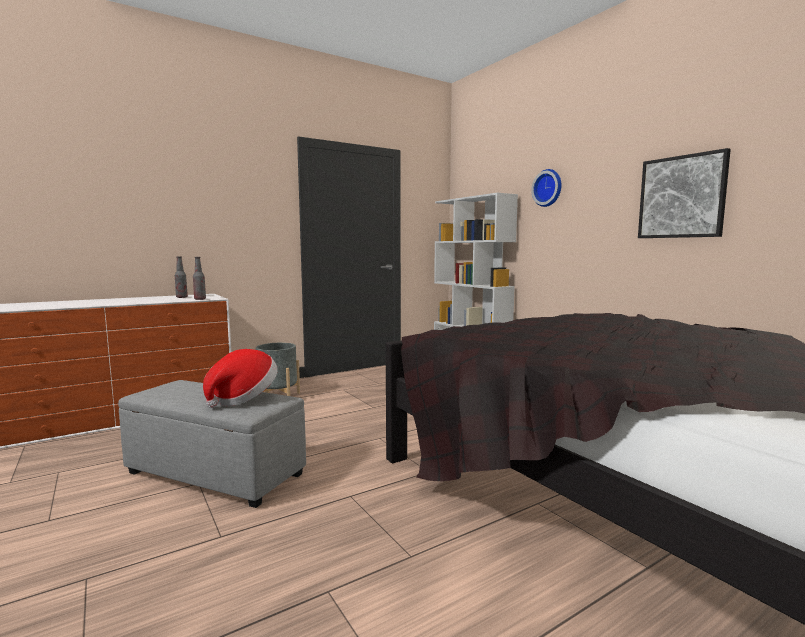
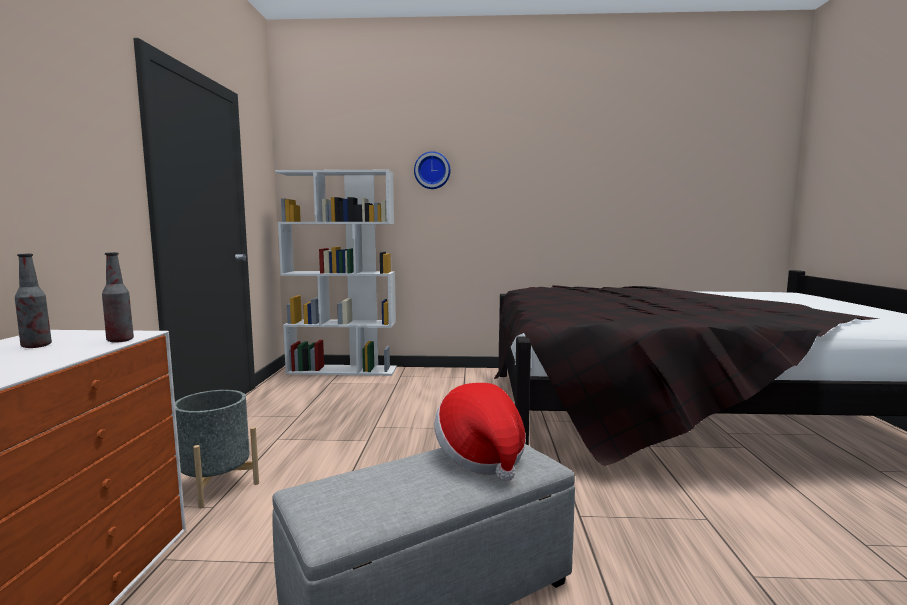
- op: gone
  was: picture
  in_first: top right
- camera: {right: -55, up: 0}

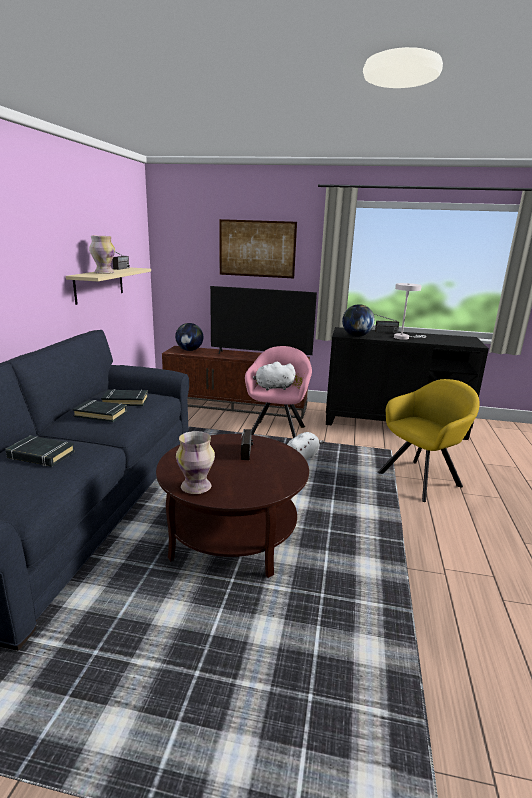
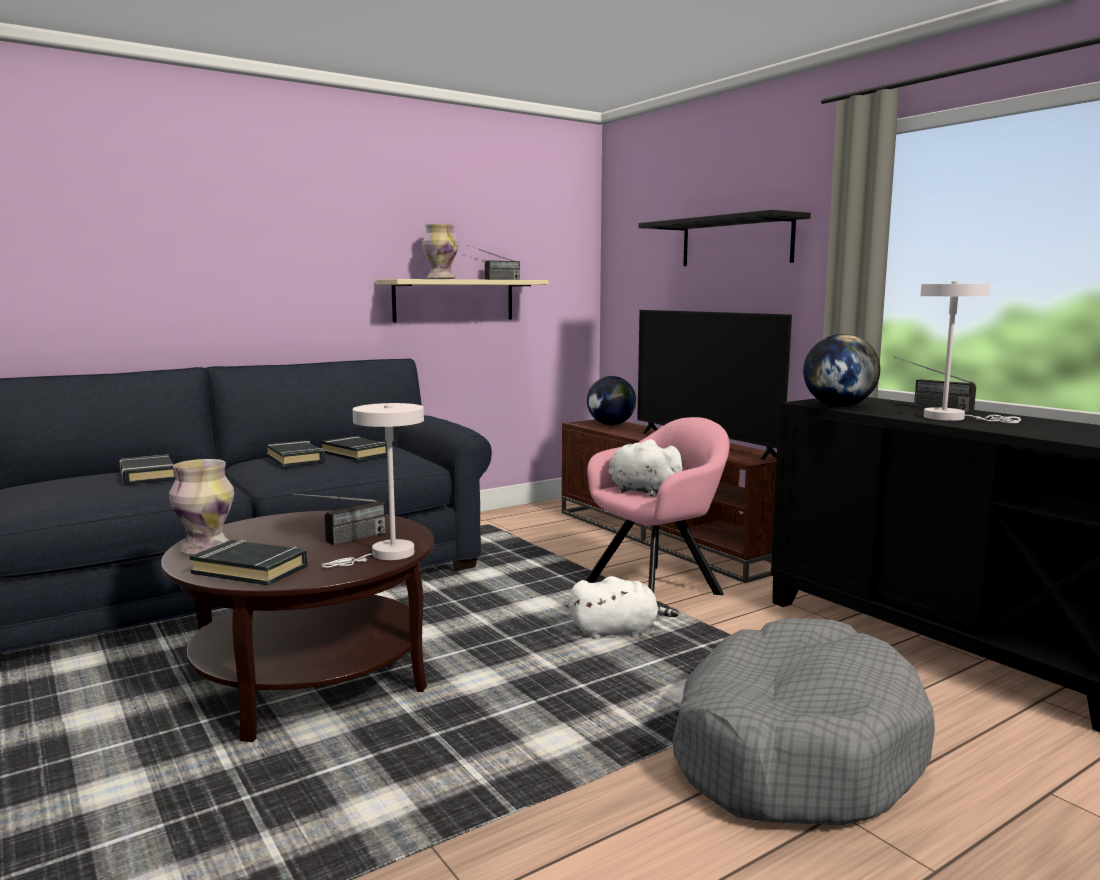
- op: new
  now: volume (black) (no. 2 from left)
  in_second: middle left
- op: new
  now: lamp for a table (whitish) (no. 1 from left)
  in_second: centre
- op: swapped
  was: picture
  now: shelf (black)
  in_first: top centre
  in_second: top centre
- op: swapped
  was: armchair (yellow)
  now: dog bed (gray)
  in_first: middle right
  in_second: bottom right
- camera: {right: 45, up: -10}

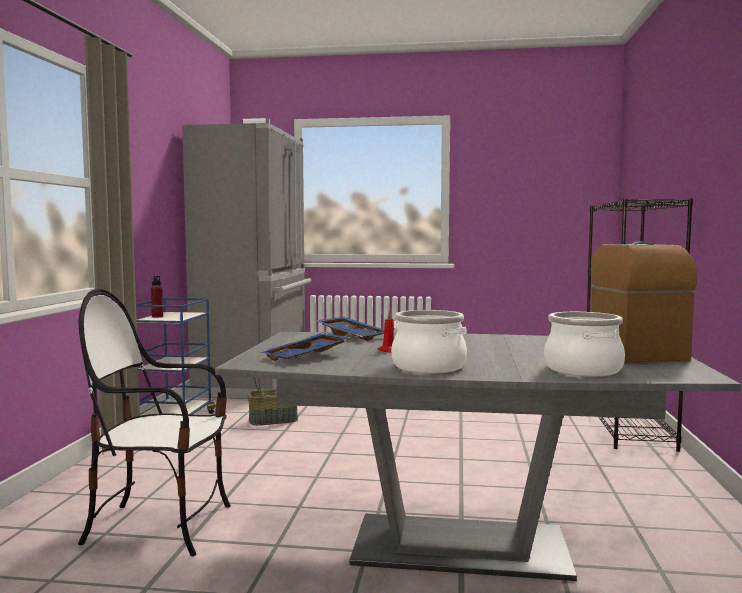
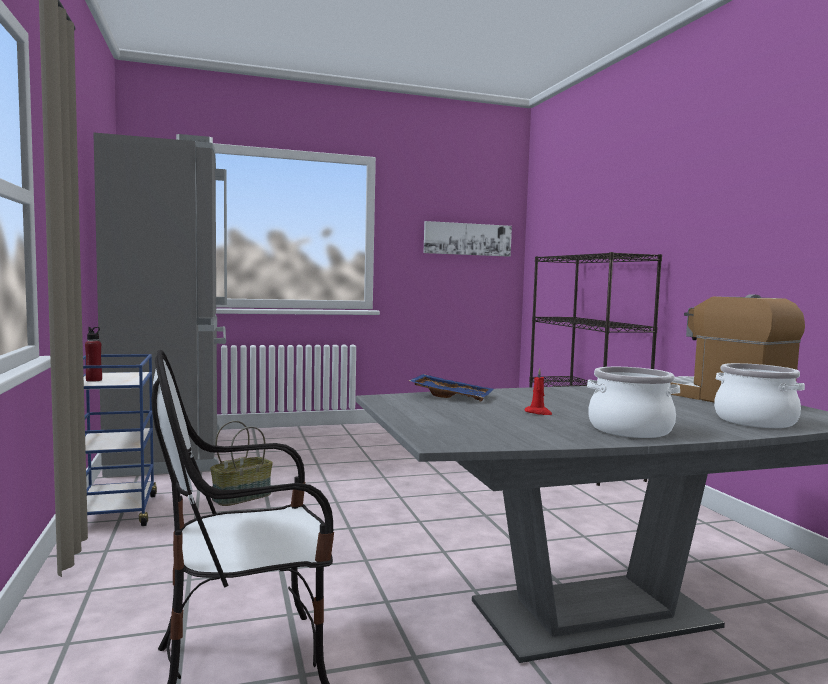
- op: gone
  was: carrying tray (blue-coloured) (no. 1 from left)
  in_first: centre
- op: new
  now: picture
  in_second: centre
- camera: {right: -25, up: 0}

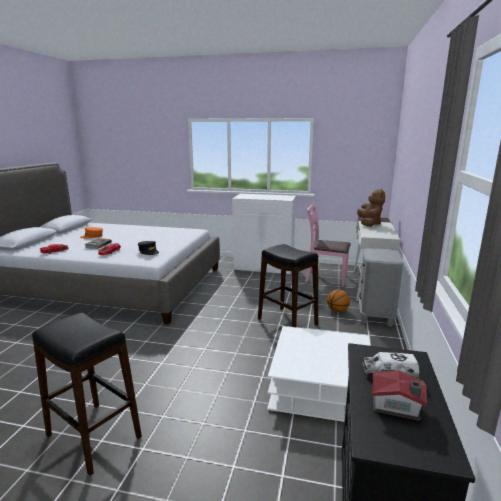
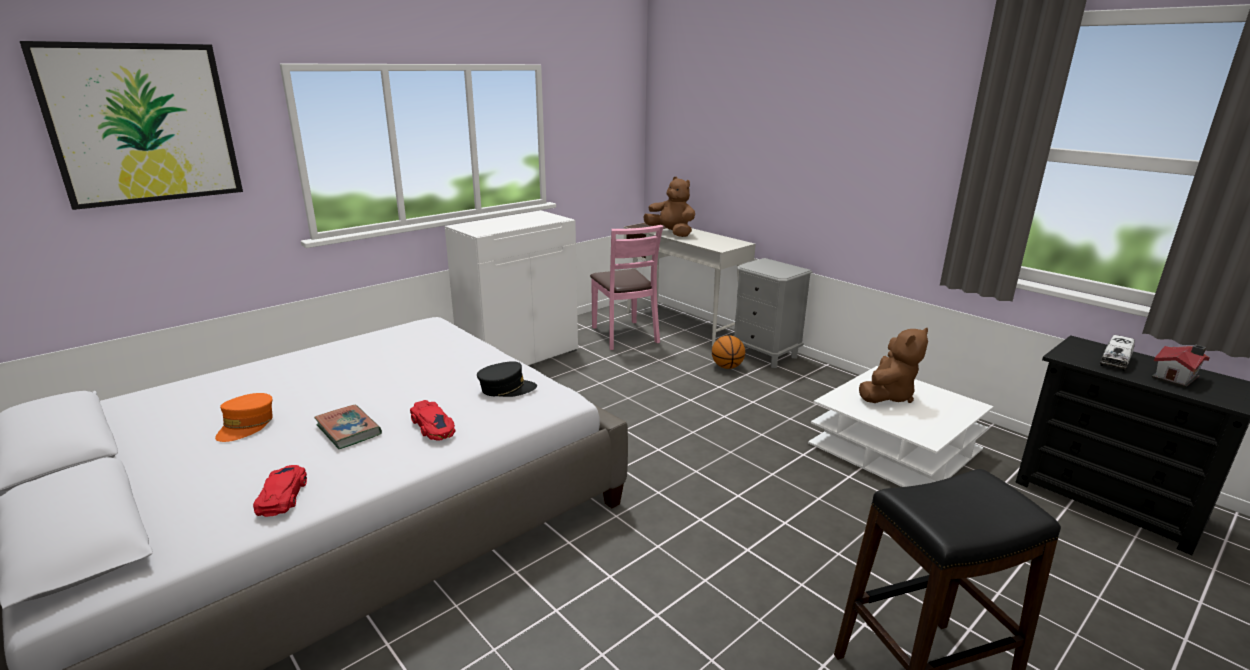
- op: gone
  was: stool seat (black) (no. 2 from left)
  in_first: centre
- op: new
  now: picture
  in_second: top left
- op: new
  now: soft toy (brown) (no. 2 from left)
  in_second: middle right
- op: rotated
  was: upright chair (pink-coloured)
  in_first: centre
  in_second: centre
  clockwise: -75
- camera: {right: -55, up: 5}

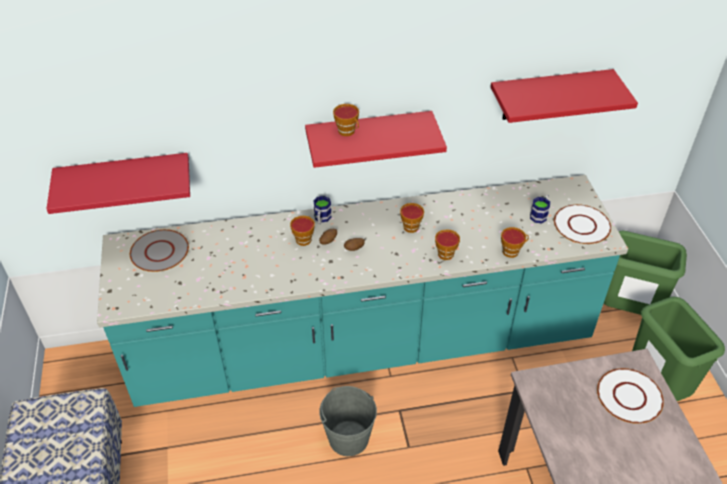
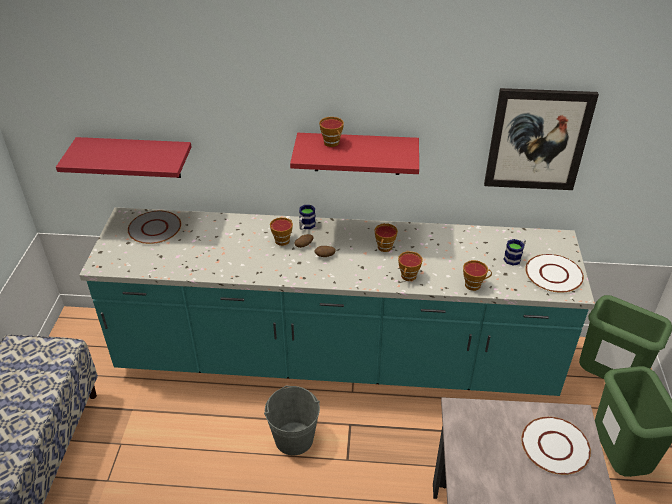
- op: swapped
  was: shelf (red) (no. 3 from left)
  now: picture
  in_first: top right
  in_second: top right
- camera: {right: 15, up: -5}

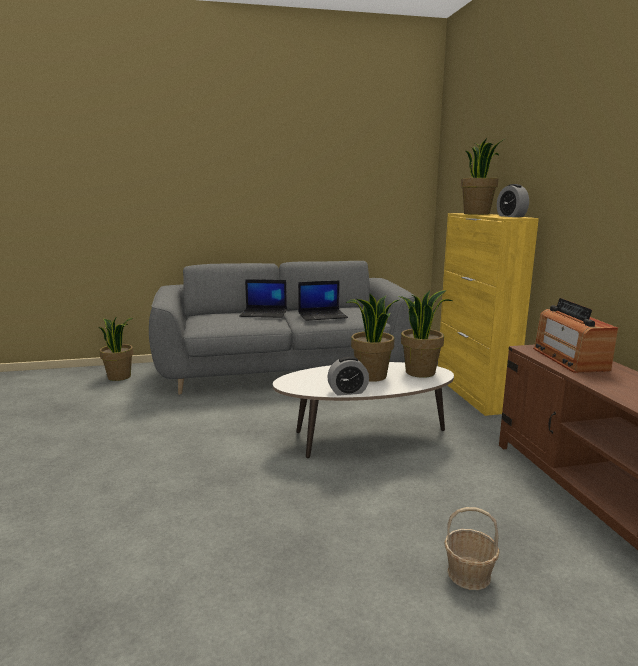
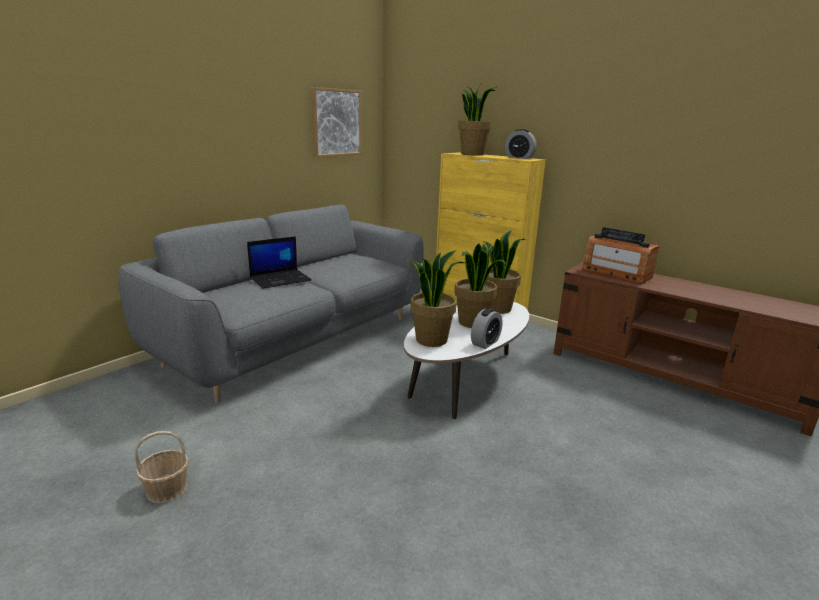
- op: gone
  was: notebook computer (no. 2 from left)
  in_first: centre
- op: new
  now: picture
  in_second: top centre
- op: shifted
  was: potted plant (no. 1 from left)
  in_first: middle left
  in_second: centre
- op: shifted
  was: storage basket
  in_first: bottom right
  in_second: bottom left
- camera: {right: -40, up: 5}

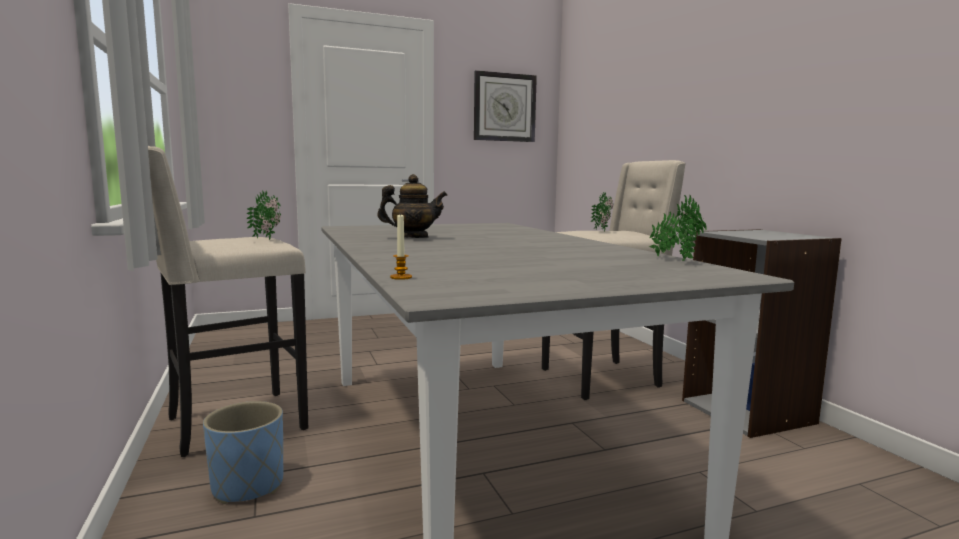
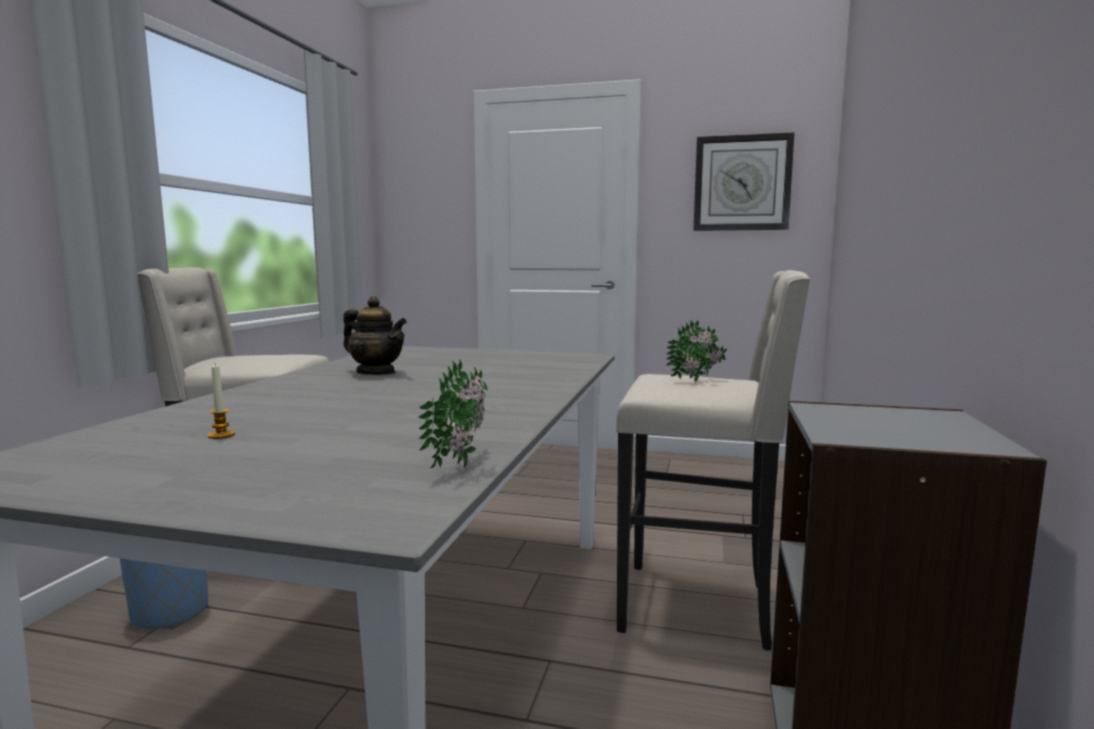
- op: gone
  was: potted plant (no. 1 from left)
  in_first: middle left
- op: shifted
  was: candle
  in_first: centre
  in_second: middle left
- camera: {right: 35, up: 0}

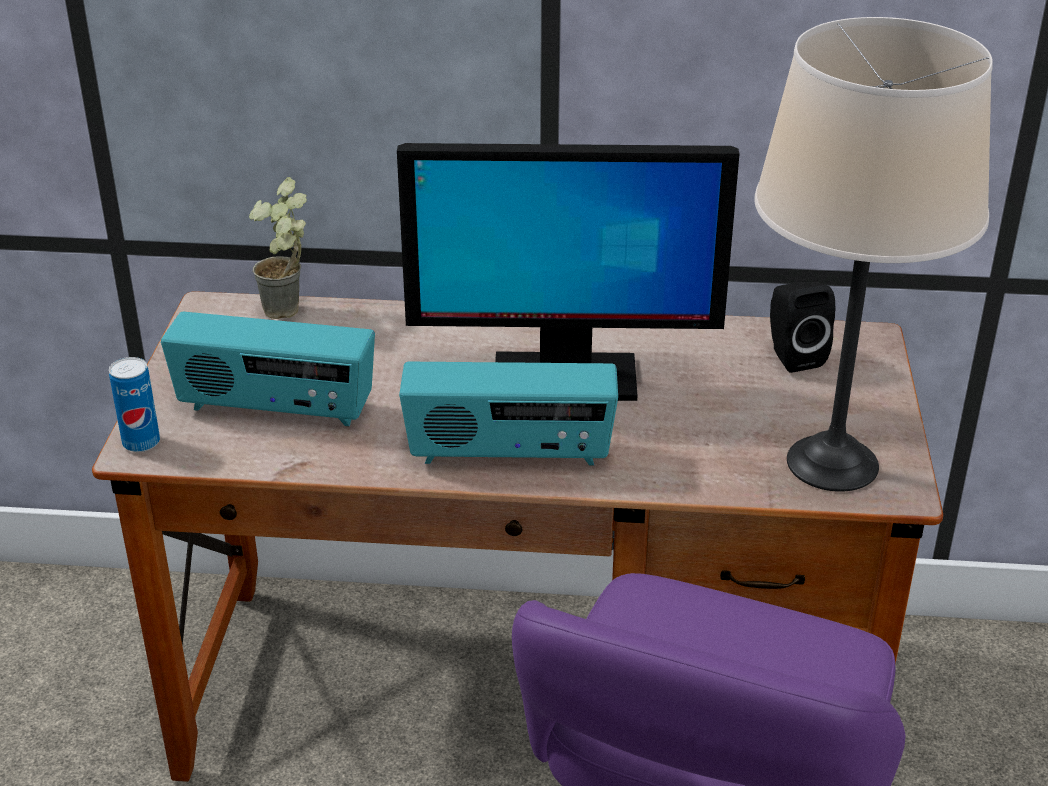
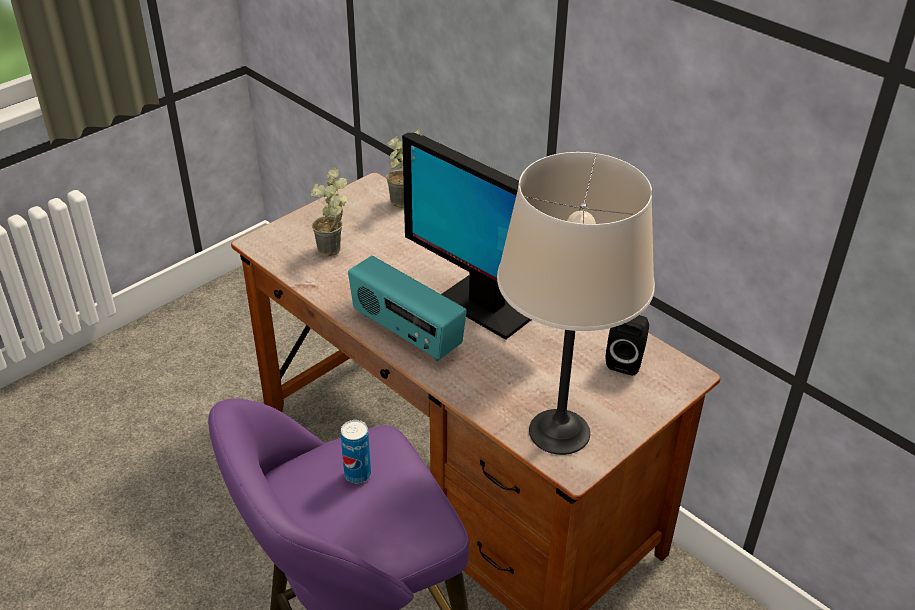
- op: shifted
  was: sealed can
  in_first: middle left
  in_second: bottom centre
- op: swapped
  was: radio (no. 1 from left)
  now: potted plant (no. 1 from left)
  in_first: middle left
  in_second: centre
- camera: {right: 40, up: 5}

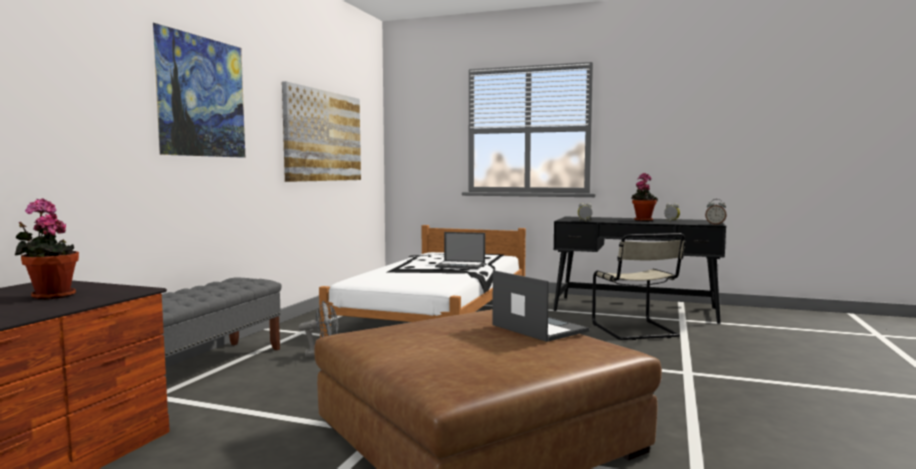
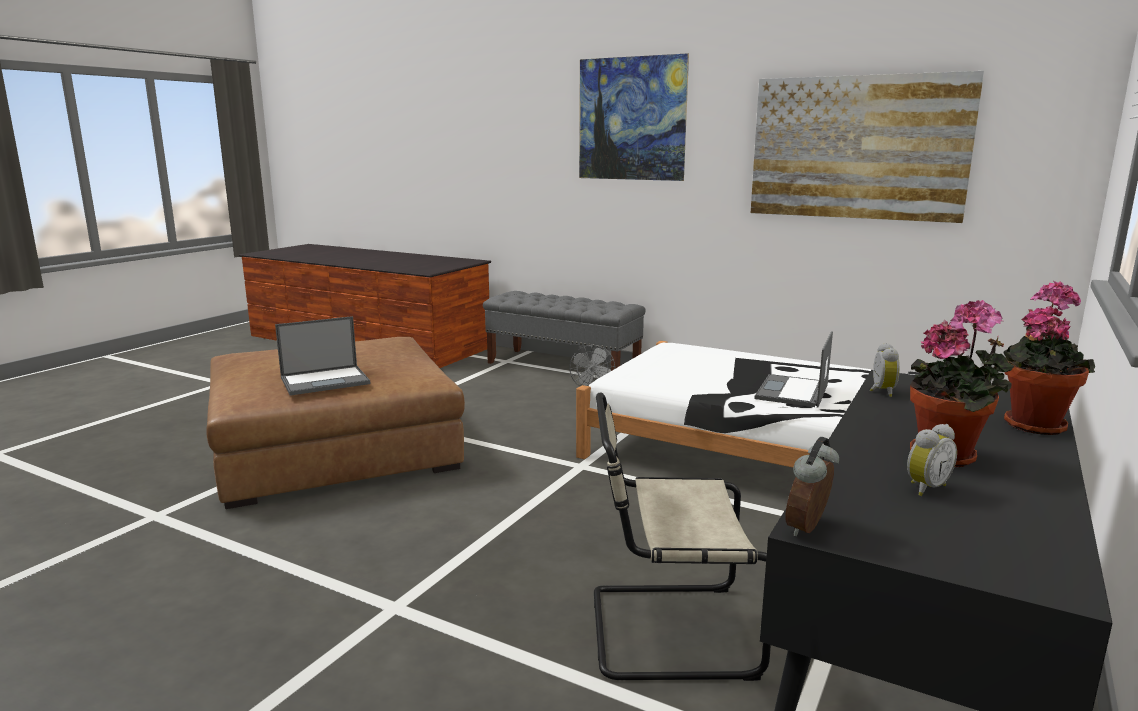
- op: shifted
  was: potted plant (no. 1 from left in the first image)
  now: potted plant (no. 2 from left)
  in_first: middle left
  in_second: middle right
- camera: {right: 100, up: 10}

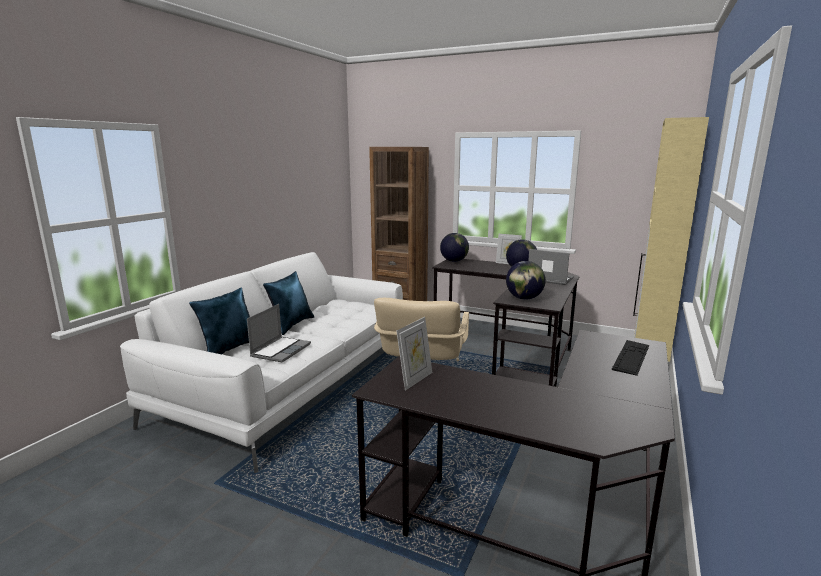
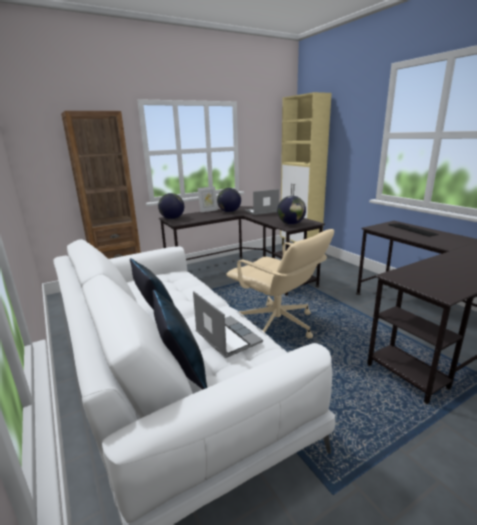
- op: gone
  was: photo frame (no. 1 from left)
  in_first: centre
- camera: {right: -55, up: 5}

